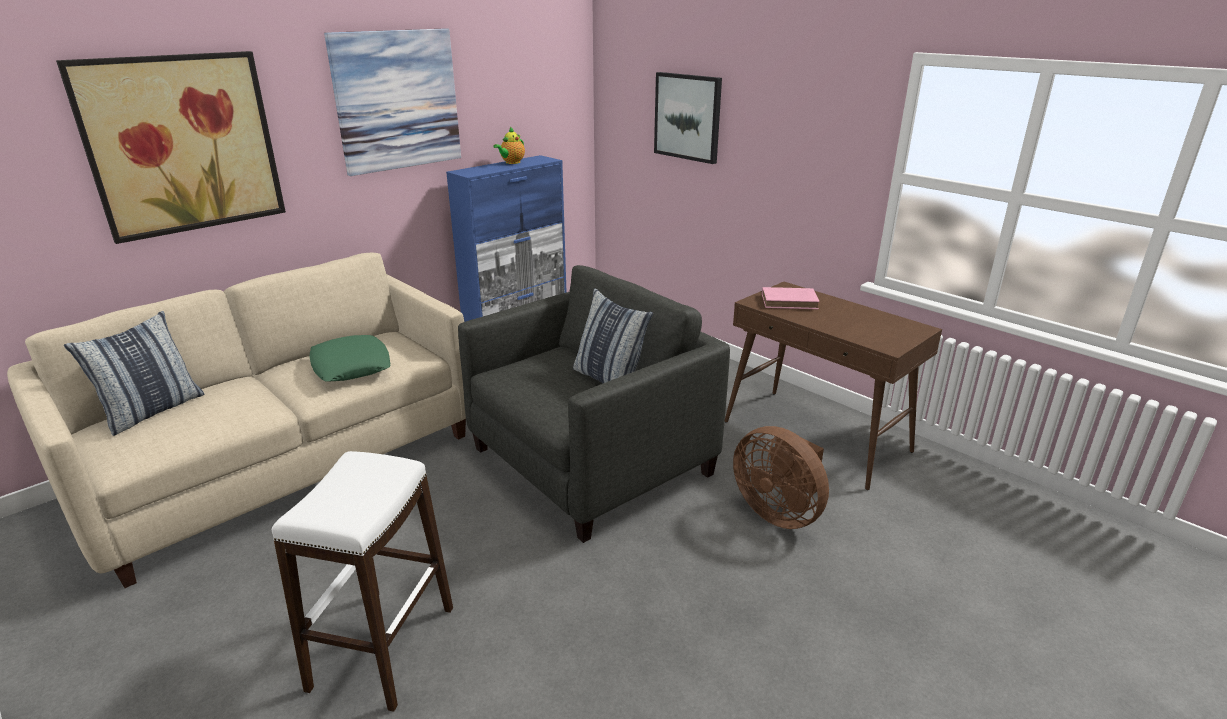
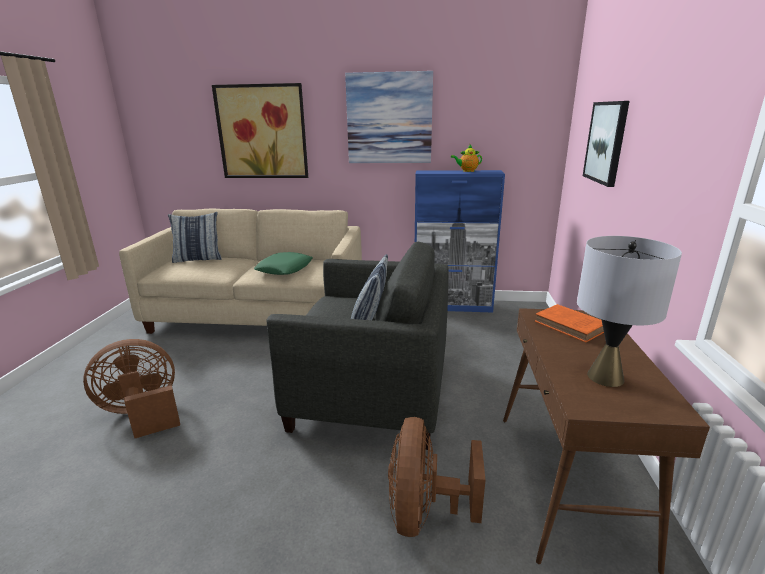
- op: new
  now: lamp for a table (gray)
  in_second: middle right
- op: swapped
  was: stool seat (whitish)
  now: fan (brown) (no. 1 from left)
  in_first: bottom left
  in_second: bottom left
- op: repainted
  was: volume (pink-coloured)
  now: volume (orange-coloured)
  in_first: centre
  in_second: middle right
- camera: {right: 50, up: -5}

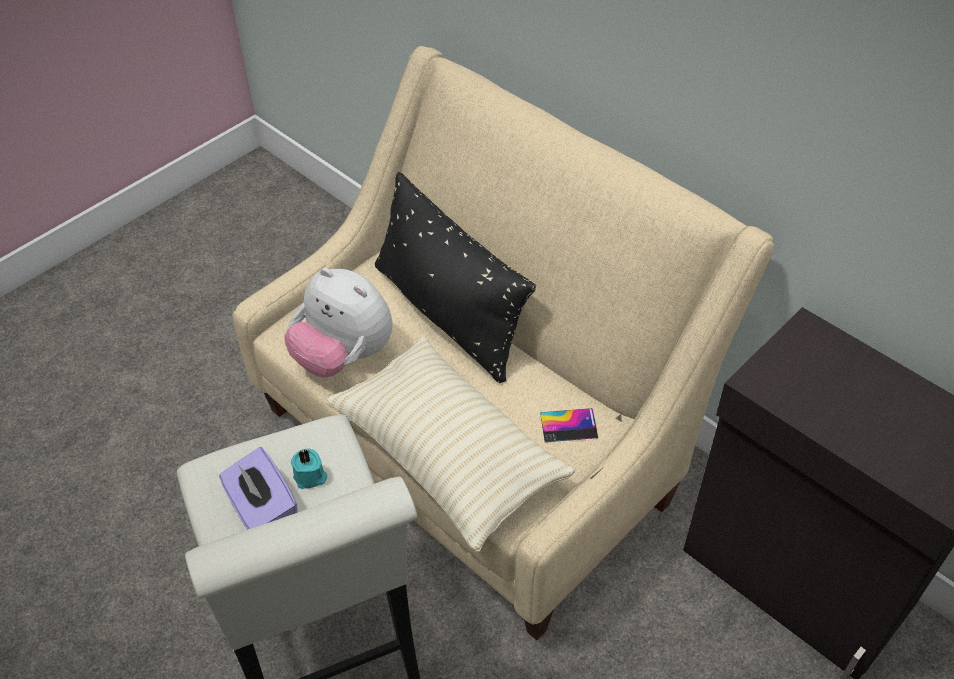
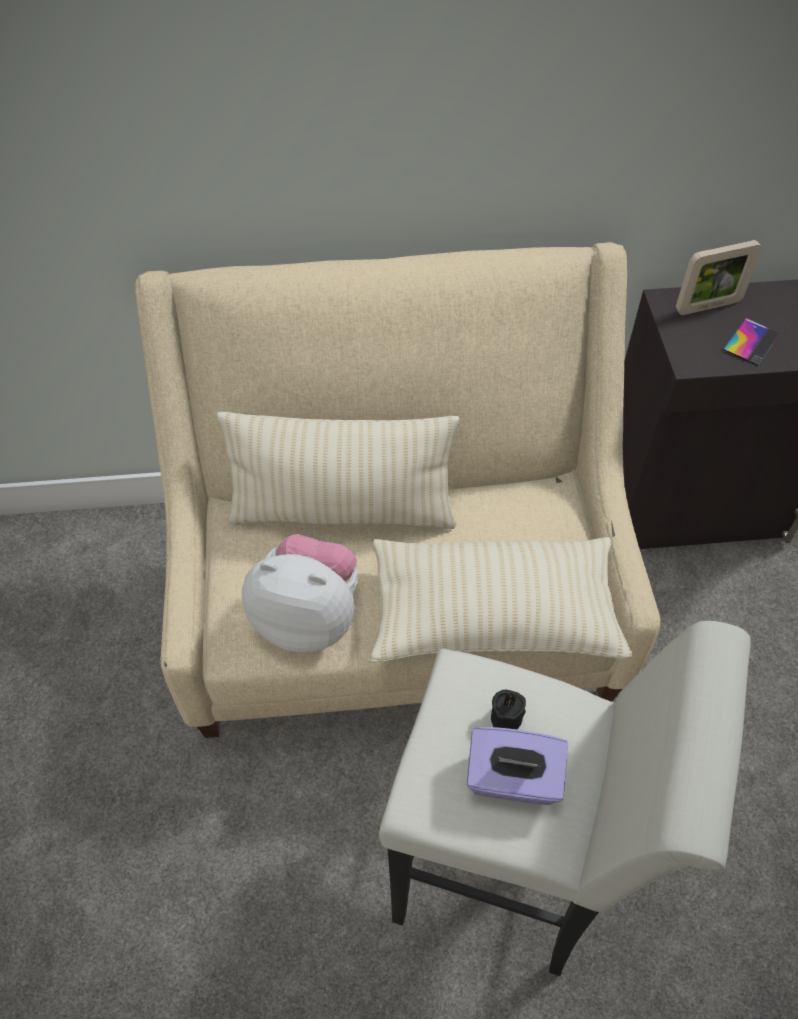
- op: new
  now: photo frame
  in_second: top right
- op: shifted
  was: phone
  in_first: centre
  in_second: middle right
- op: repainted
  was: candle (blue-green)
  now: candle (black)
  in_first: bottom left
  in_second: bottom centre
- op: repainted
  was: cushion (black)
  now: cushion (beige) (no. 1 from left)
  in_first: centre
  in_second: centre
- op: rotated
  was: soft toy
  in_first: centre
  in_second: centre
  clockwise: -150
- camera: {right: -50, up: 5}

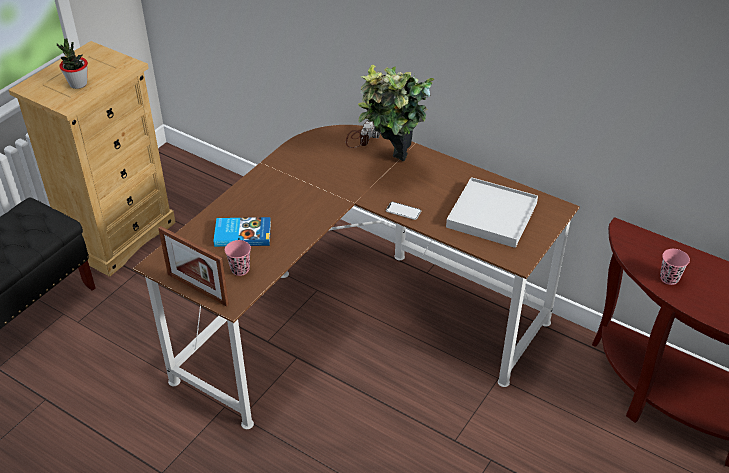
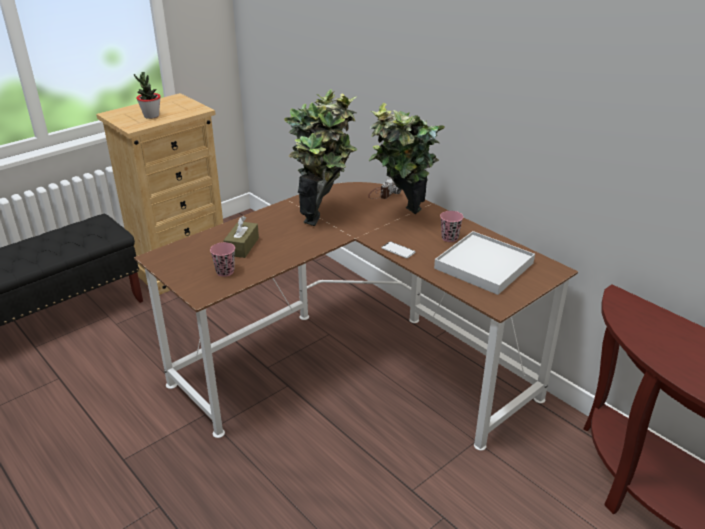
- op: gone
  was: photo frame
  in_first: middle left
- op: new
  now: potted plant (no. 2 from left)
  in_second: top centre
- op: shifted
  was: small cup (pink-coloured) (no. 2 from left)
  in_first: middle right
  in_second: centre
- op: swapped
  was: volume
  now: tissue holder (brown)
  in_first: middle left
  in_second: centre
- camera: {right: 15, up: -10}

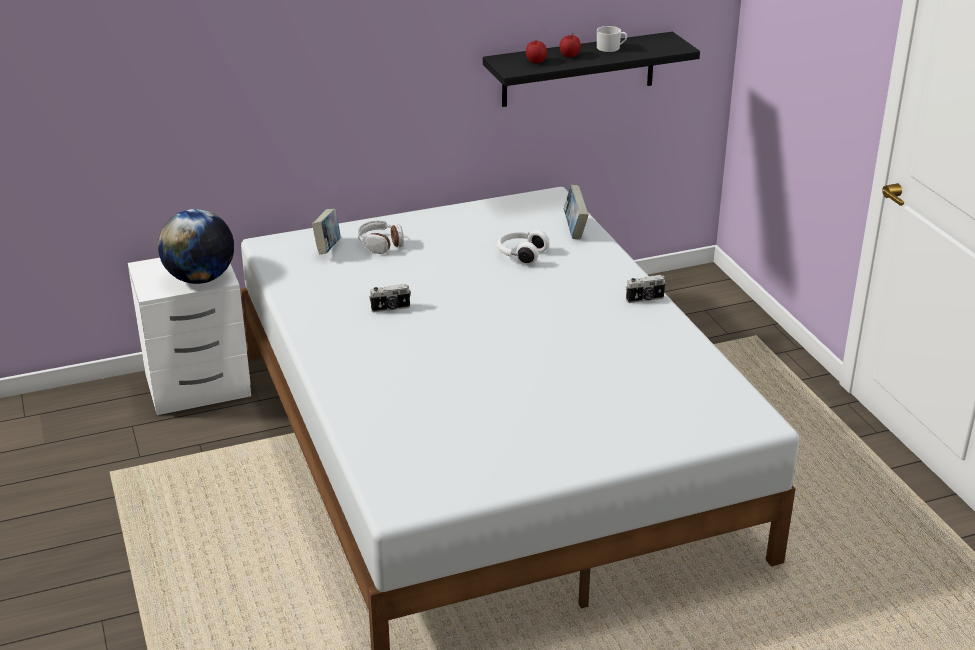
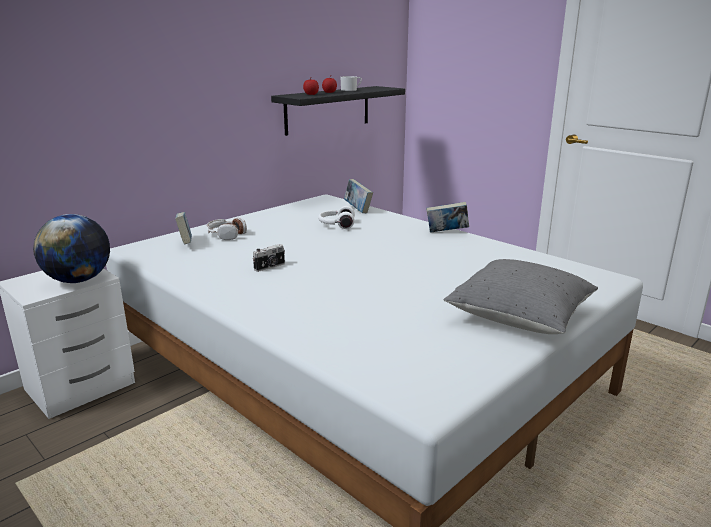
- op: new
  now: cushion (gray)
  in_second: middle right
- op: swapped
  was: still camera (no. 2 from left)
  now: volume (no. 3 from left)
  in_first: centre
  in_second: centre
- camera: {right: -25, up: -10}

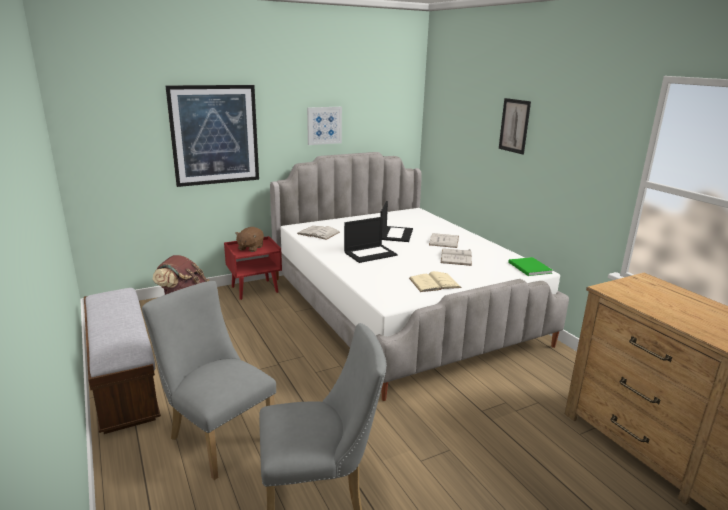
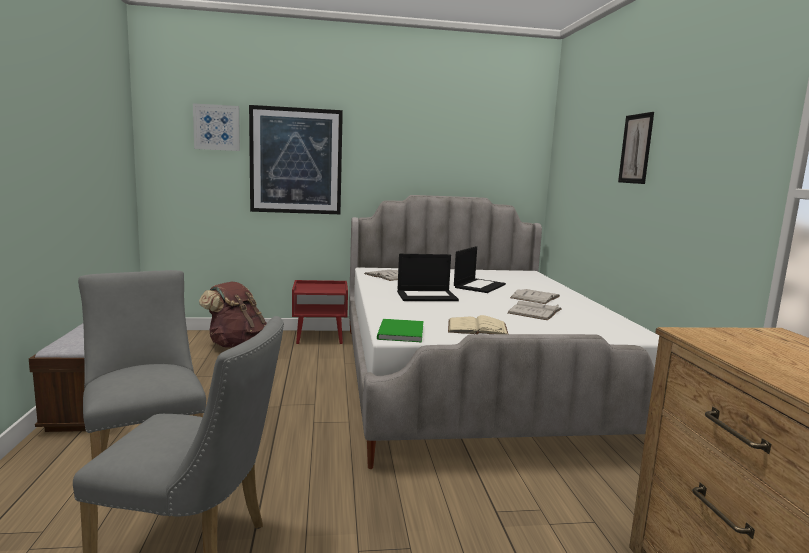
- op: gone
  was: soft toy (brown)
  in_first: centre
- op: shifted
  was: picture (no. 2 from left in the first image)
  now: picture (no. 1 from left)
  in_first: top centre
  in_second: top left
- op: shifted
  was: volume (green-coloured)
  in_first: middle right
  in_second: centre
- camera: {right: 20, up: -10}

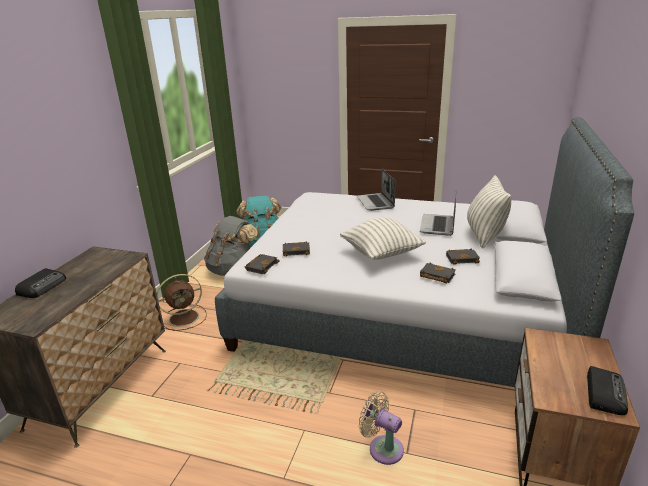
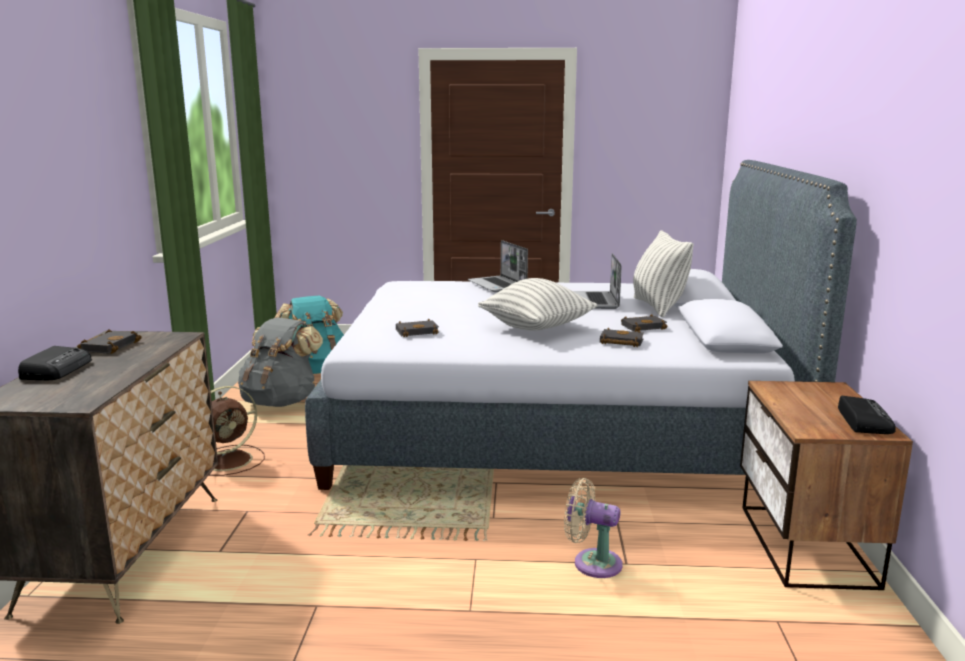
- op: shifted
  was: volume (black) (no. 1 from left)
  in_first: centre
  in_second: middle left
- camera: {right: -15, up: -10}

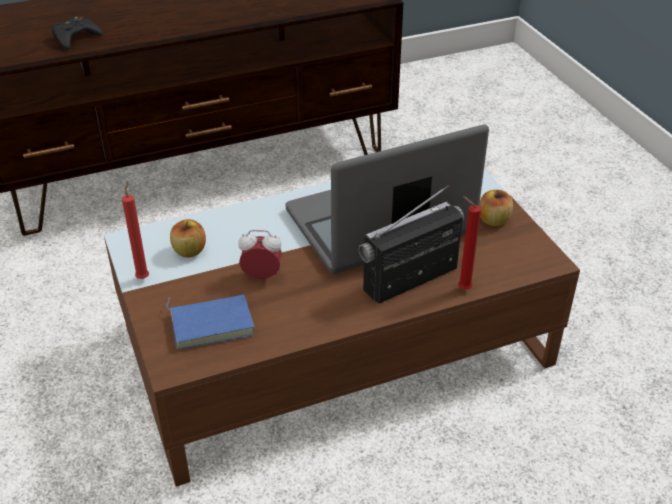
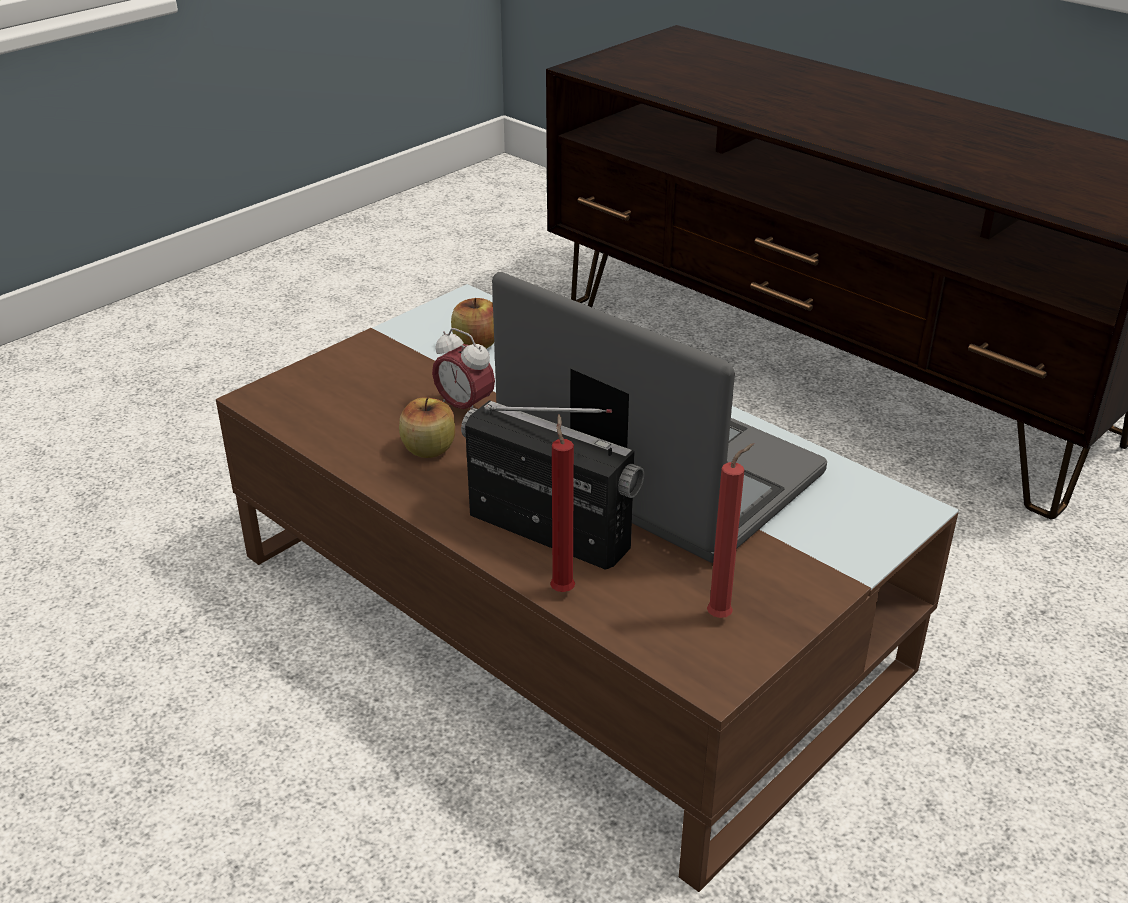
- op: gone
  was: joypad (black)
  in_first: top left
- op: gone
  was: volume (blue-coloured)
  in_first: middle left
- op: shifted
  was: candle (red) (no. 1 from left in the first image)
  now: candle (red) (no. 2 from left)
  in_first: middle left
  in_second: centre
- op: shifted
  was: whole apple (no. 2 from left in the first image)
  now: whole apple (no. 1 from left)
  in_first: middle right
  in_second: centre
- op: rotated
  was: bedside clock
  in_first: centre
  in_second: centre
  clockwise: 150
- camera: {right: 65, up: -5}

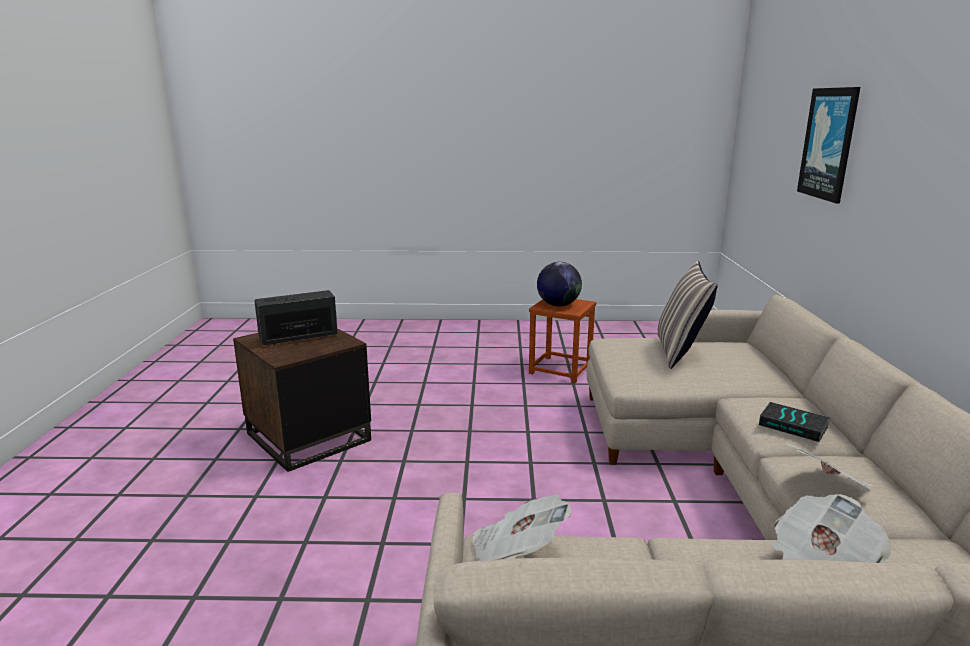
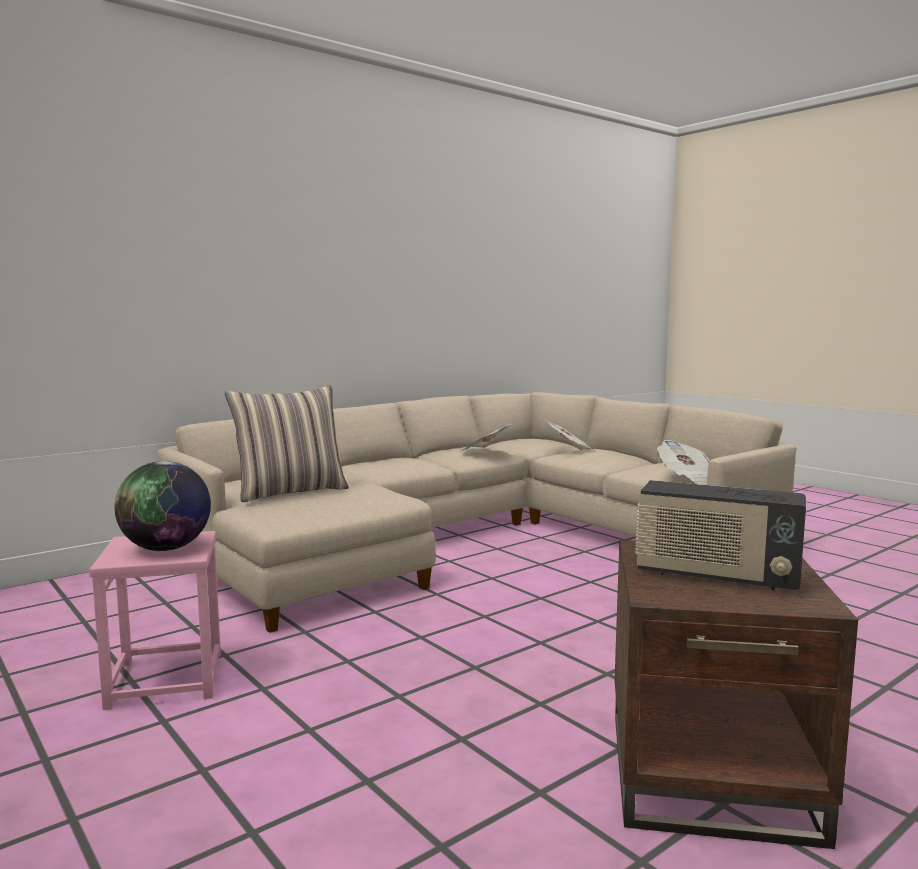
- op: gone
  was: volume
  in_first: middle right
- op: gone
  was: picture
  in_first: top right
- op: repainted
  was: stool seat (brown)
  now: stool seat (pink-coloured)
  in_first: centre
  in_second: bottom left
- camera: {right: -130, up: -10}

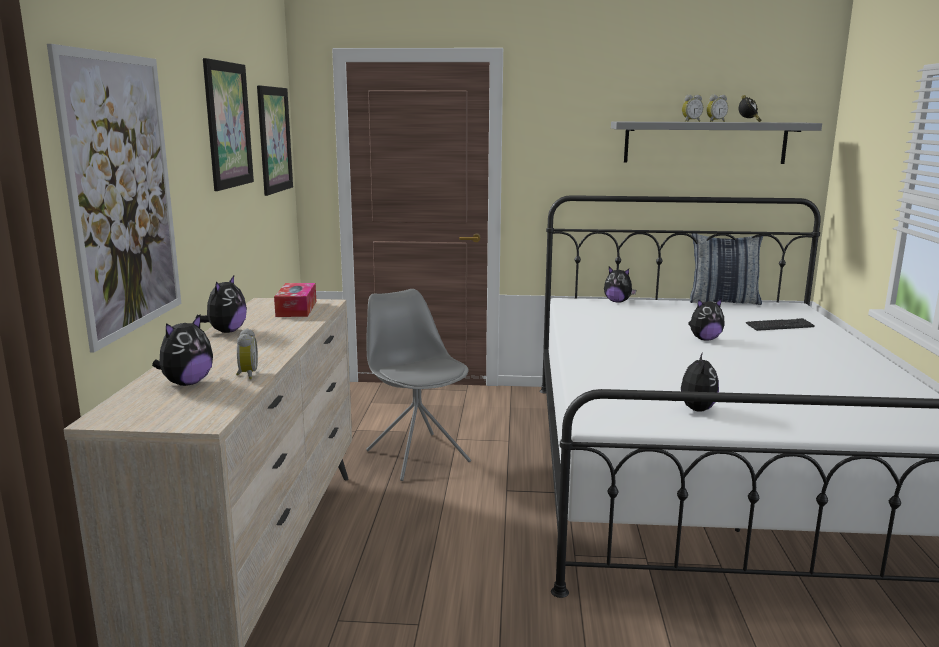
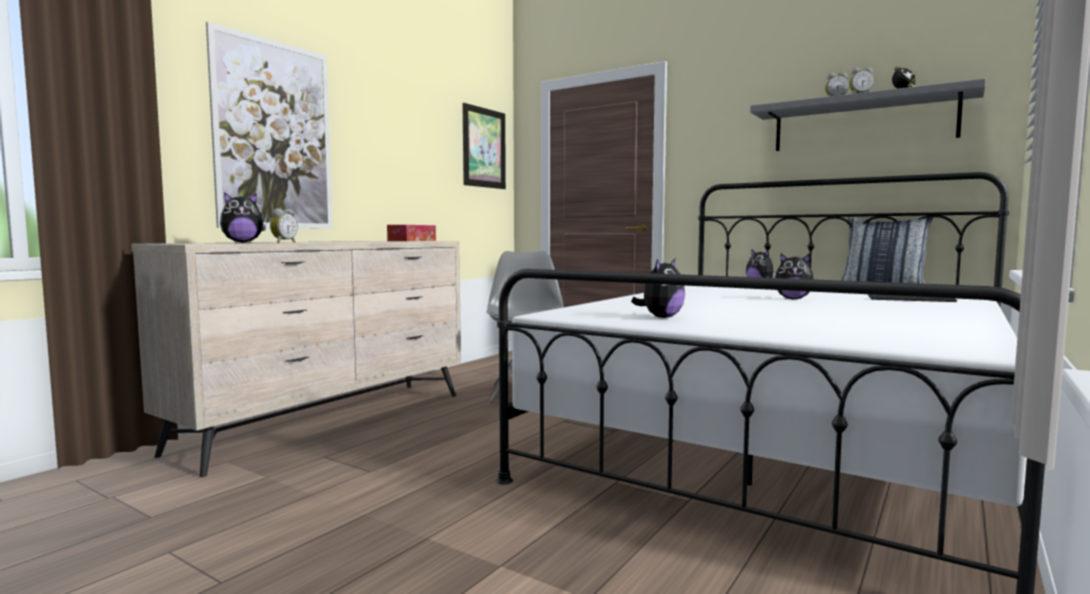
- op: gone
  was: soft toy (no. 2 from left)
  in_first: middle left
- op: gone
  was: picture (no. 2 from left)
  in_first: top left
- camera: {right: 30, up: -10}

